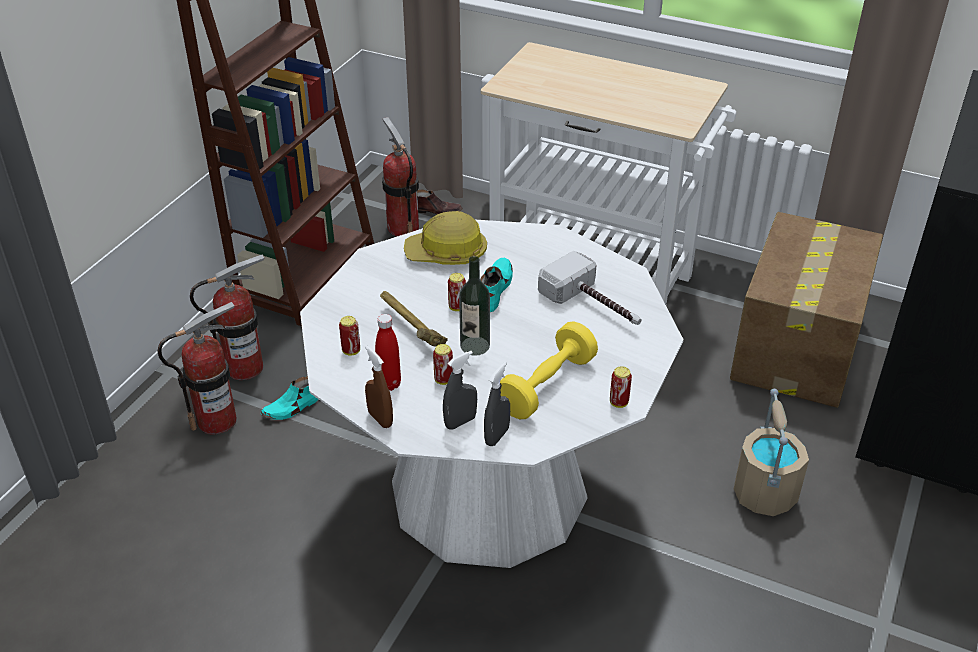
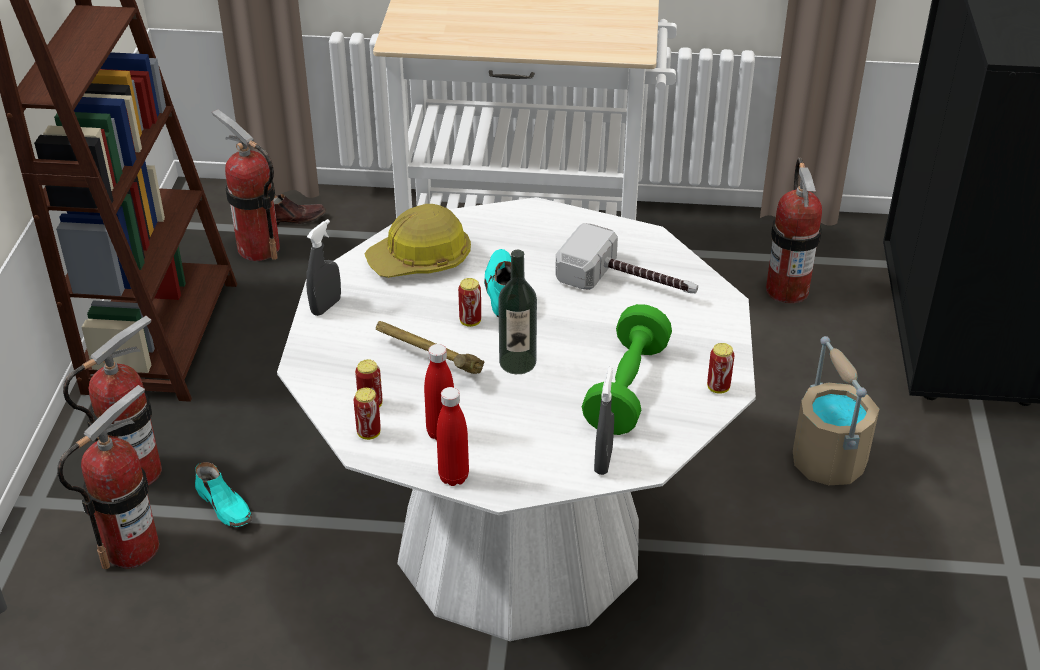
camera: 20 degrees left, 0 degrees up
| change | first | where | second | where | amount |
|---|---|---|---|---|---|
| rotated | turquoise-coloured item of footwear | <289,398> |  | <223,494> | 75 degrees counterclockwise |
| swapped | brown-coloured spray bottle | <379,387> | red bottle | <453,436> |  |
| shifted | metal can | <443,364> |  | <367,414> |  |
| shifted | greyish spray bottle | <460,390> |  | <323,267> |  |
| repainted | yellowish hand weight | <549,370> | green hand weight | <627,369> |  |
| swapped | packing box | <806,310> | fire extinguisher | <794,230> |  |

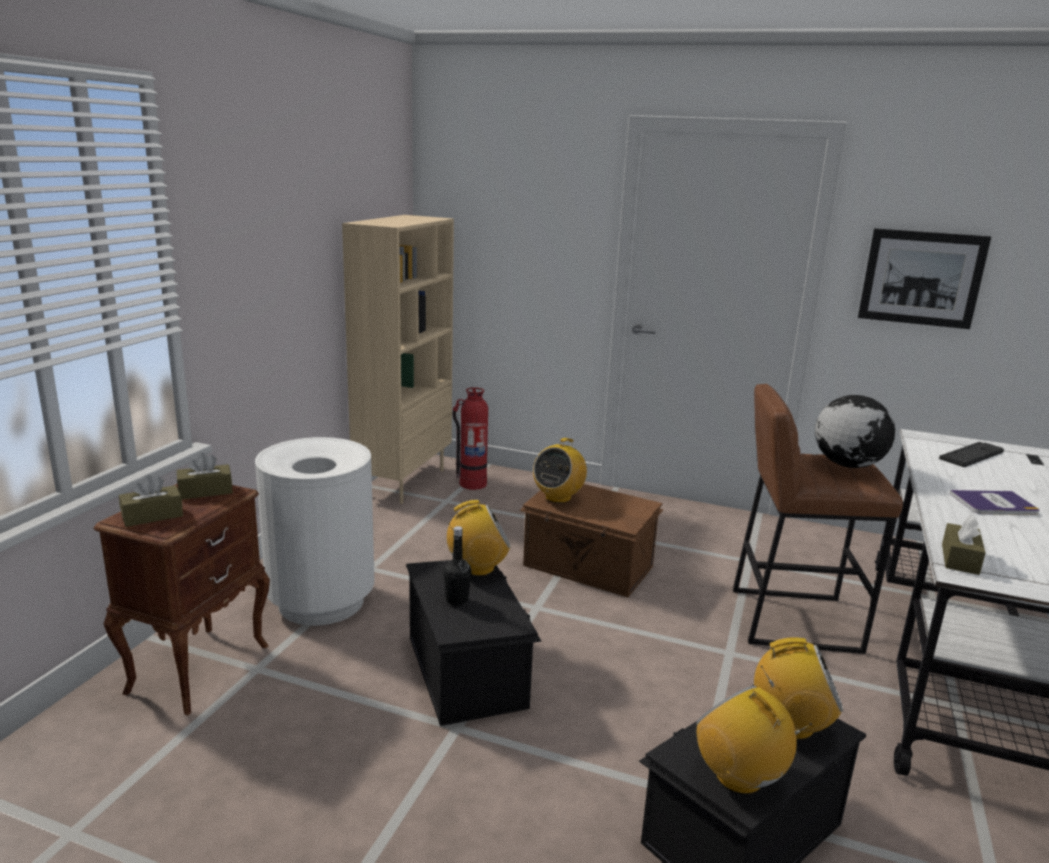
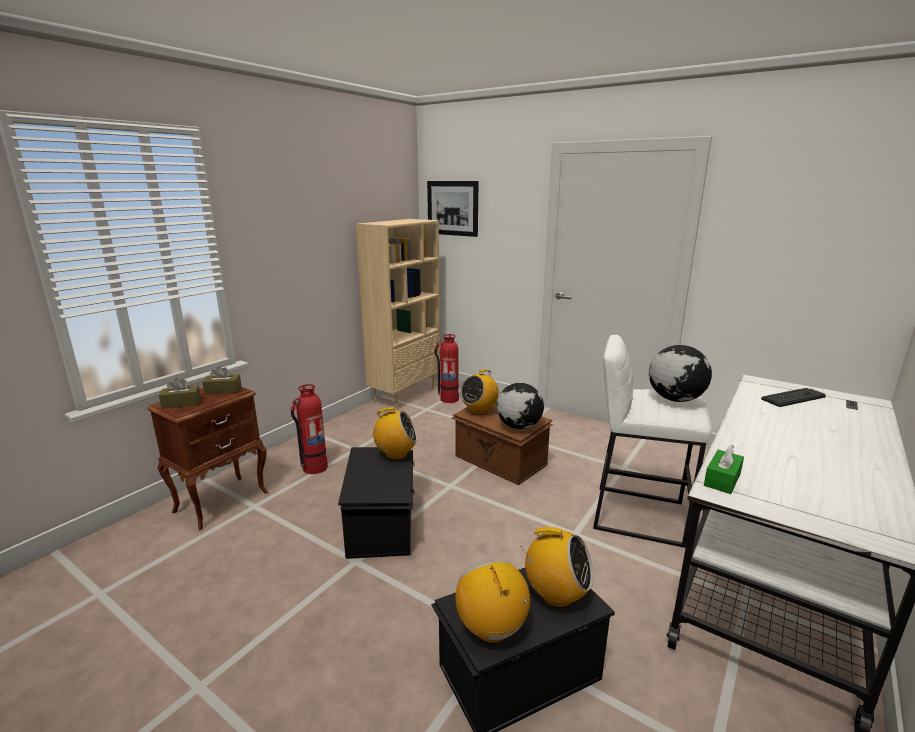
camera: 15 degrees right, 0 degrees up
| change | first | where | second | where | amount |
|---|---|---|---|---|---|
| swapped | white trash can | <314,531> | fire extinguisher | <309,429> |  |
| gone | blackish bottle | <457,566> |  |  |  |
| repainted | brown-coloured sitting stool | <818,519> | white sitting stool | <652,441> |  |
| shifted | wall art | <924,278> |  | <453,209> |  |
| repainted | brown-coloured box of tissues | <963,545> | green box of tissues | <724,469> |  |
| gone | volume | <994,502> |  |  |  |
| new |  |  | desk globe | <520,406> |  |

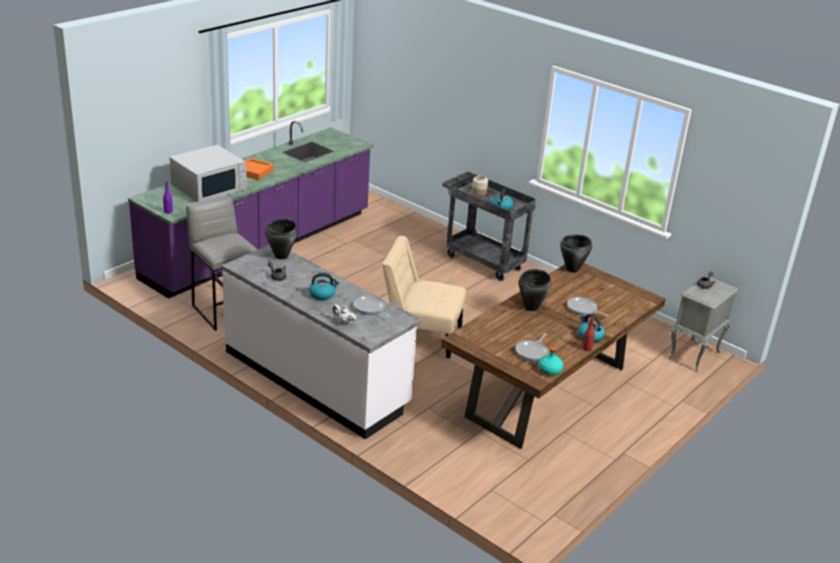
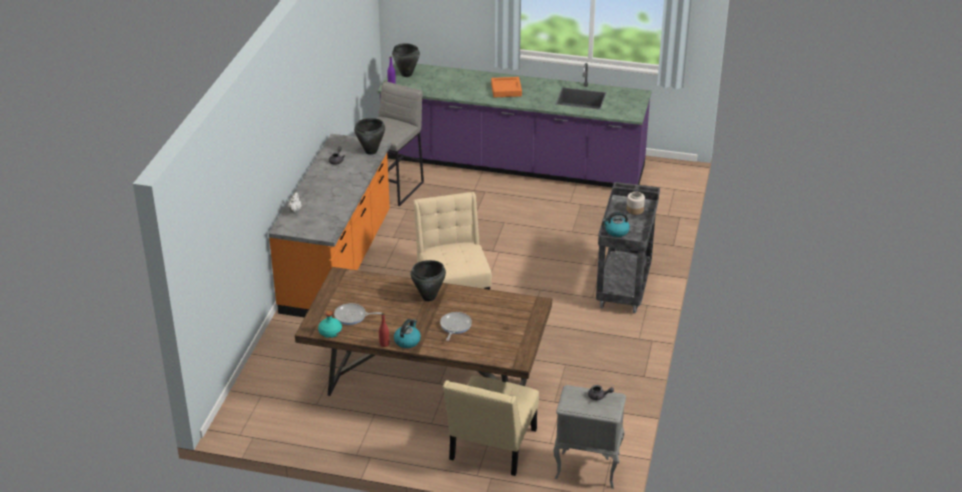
camera: 65 degrees right, 5 degrees up
| change | first | where | second | where | amount |
|---|---|---|---|---|---|
| gone | white microwave | <208,173> |  |  |  |
| repainted | white counter | <321,342> | orange counter | <329,225> |  |
| gone | water kettle | <324,286> |  |  |  |
| gone | skillet | <372,306> |  |  |  |
| shifted | blackish saucepot | <576,254> |  | <406,60> |  |
| new |  |  | sand-coloured upright chair | <491,426> |  |

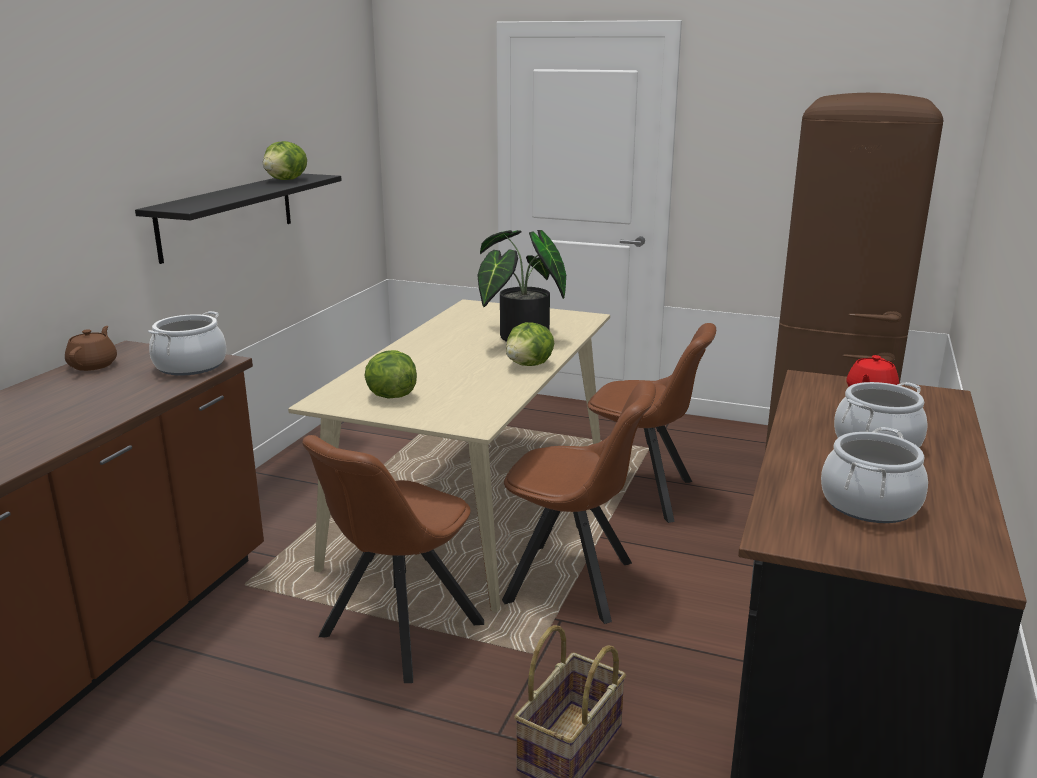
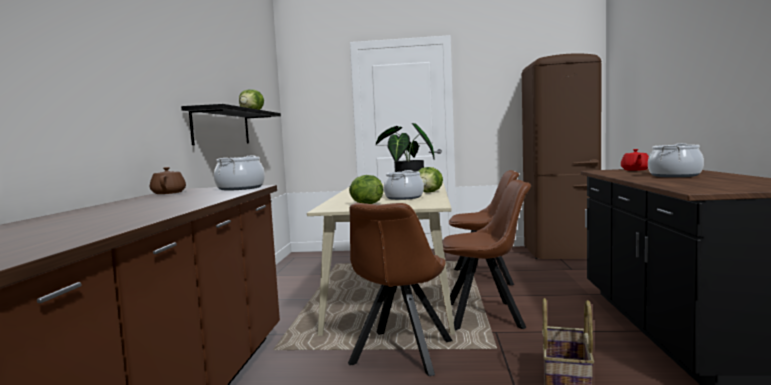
camera: 15 degrees left, 15 degrees down
| change | first | where | second | where | amount |
|---|---|---|---|---|---|
| shifted | saucepot | <874,475> |  | <404,185> |  |

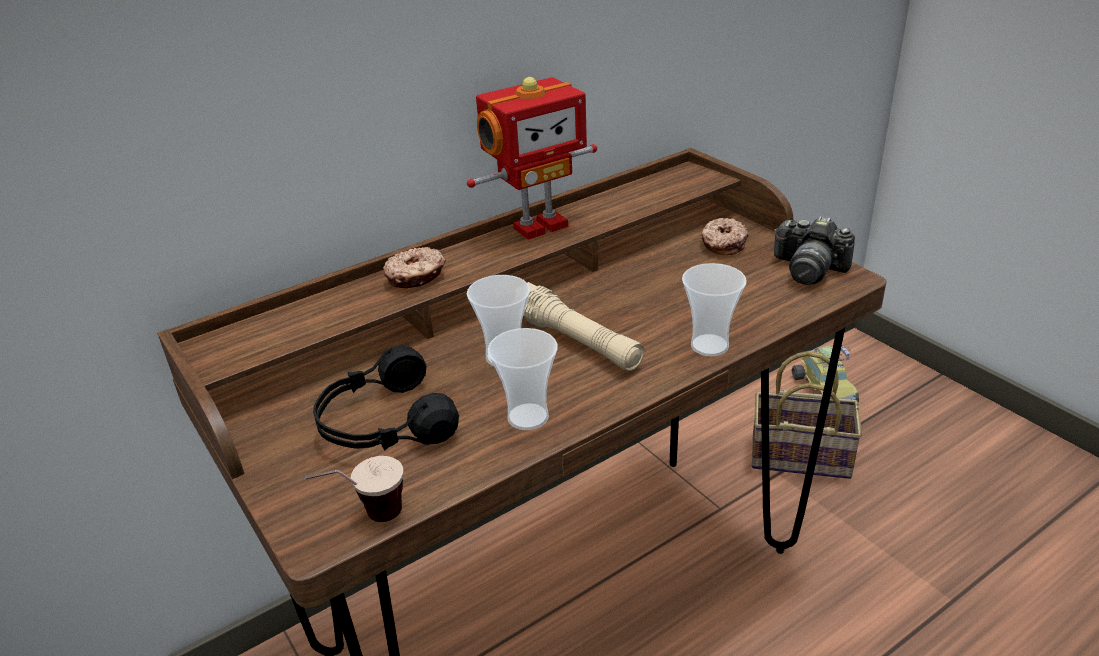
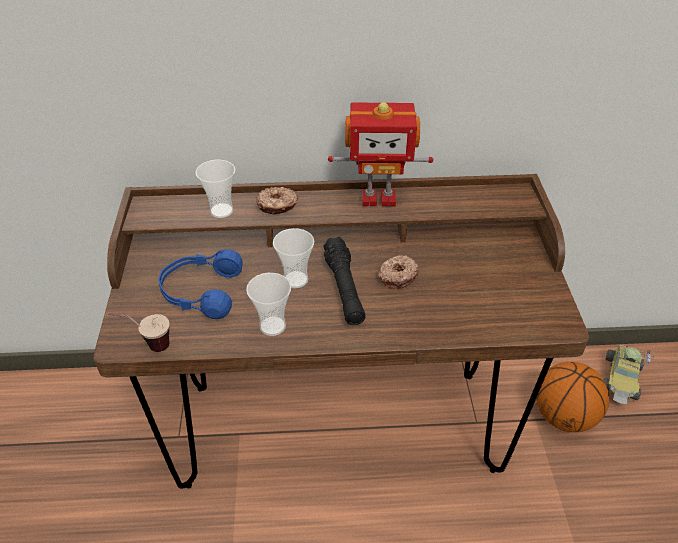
camera: 30 degrees right, 10 degrees up
| change | first | where | second | where | amount |
|---|---|---|---|---|---|
| repainted | blackish headset | <386,398> | blue-coloured headset | <200,284> |  |
| repainted | sand-coloured flashlight | <583,326> | blackish flashlight | <344,281> |  |
| shifted | cup | <714,310> |  | <215,189> |  |
| shifted | donut | <725,236> |  | <398,272> |  |
| swapped | storage basket | <807,415> | basketball ball | <572,397> |  |
| gone | photo camera | <814,250> |  |  |  |

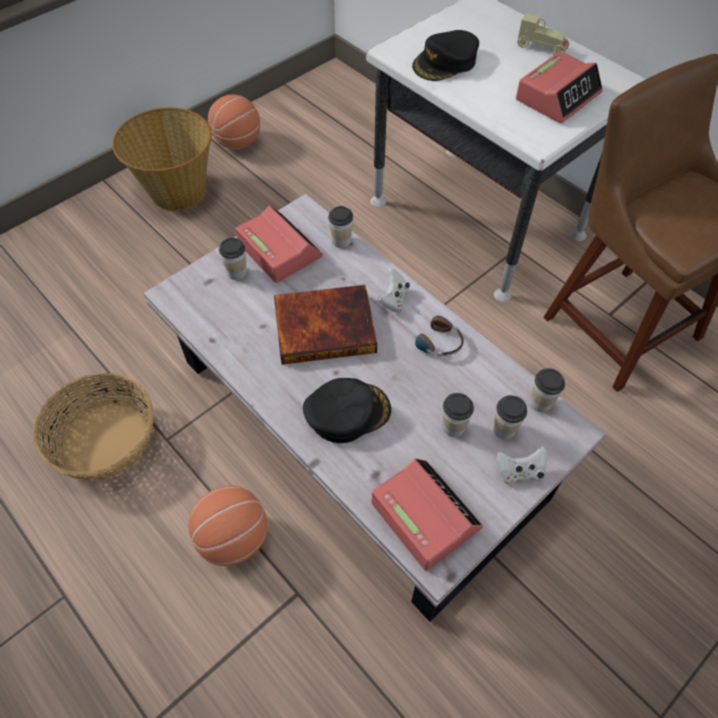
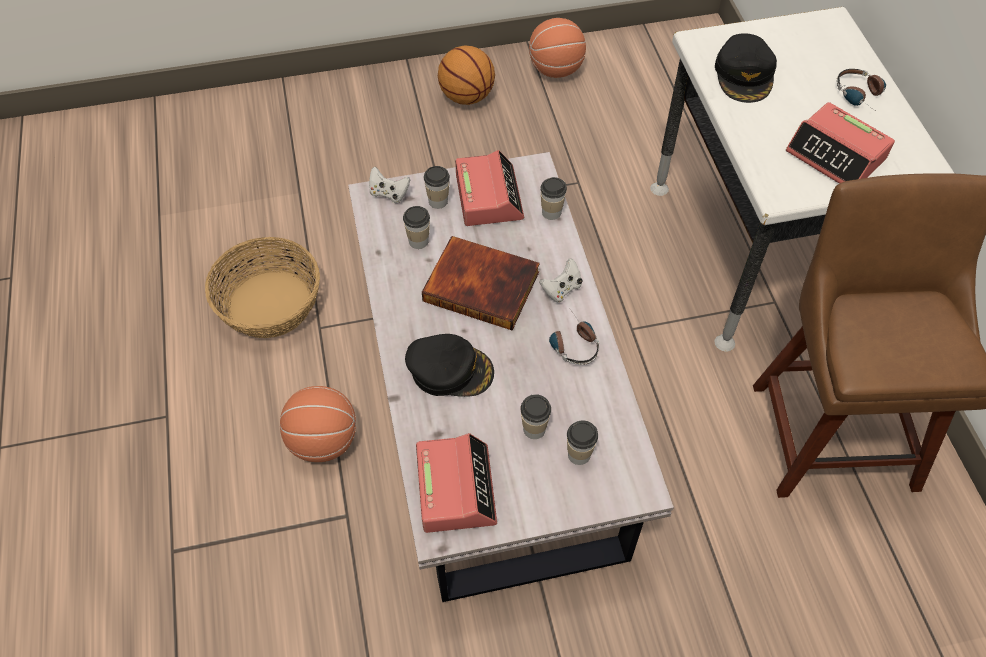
camera: 30 degrees right, 0 degrees up
| change | first | where | second | where | amount |
|---|---|---|---|---|---|
| swapped | storage basket | <162,159> | basketball ball | <466,75> |  |
| rotated | blackish peaked cap | <445,55> |  | <746,68> | 75 degrees counterclockwise |
| shifted | white gamepad | <522,465> |  | <389,185> |  |
| rotated | alarm clock | <559,87> |  | <840,143> | 60 degrees clockwise |
| swapped | sand-coloured model car | <543,34> | headset | <861,91> |  |
| shifted | cup | <547,390> |  | <416,227> |  |

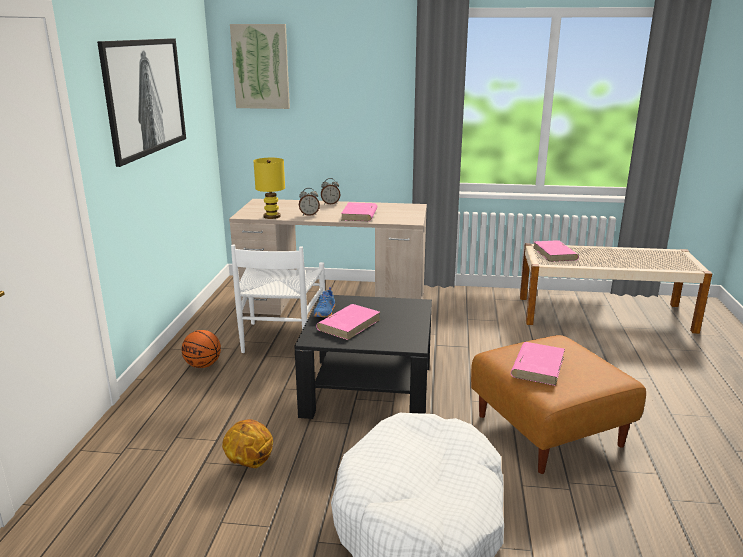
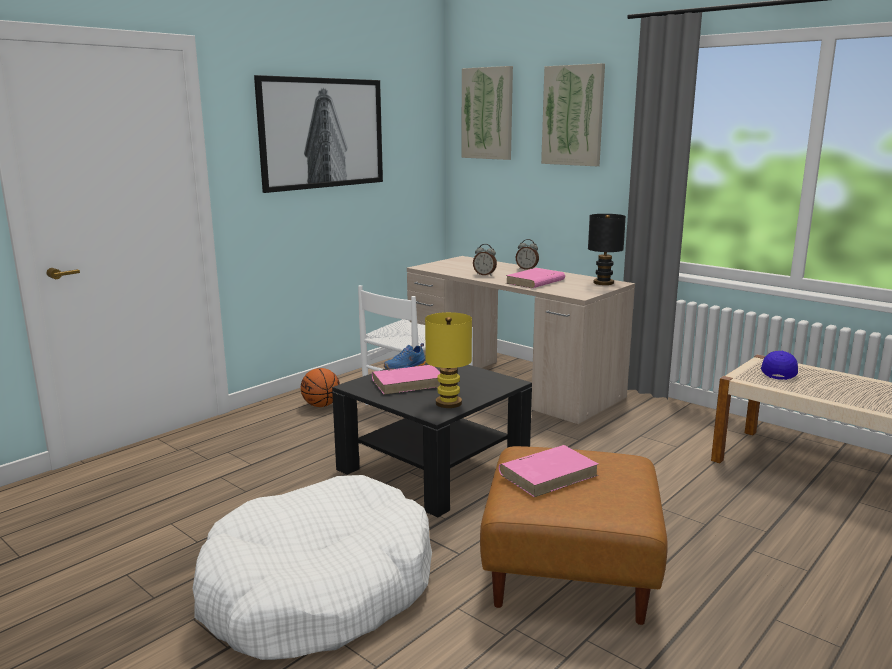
camera: 35 degrees right, 5 degrees down
| change | first | where | second | where | amount |
|---|---|---|---|---|---|
| gone | basketball ball | <247,443> |  |  |  |
| shifted | yellowish tabletop lamp | <269,188> |  | <448,360> |  |
| swapped | pink volume | <556,251> | blue-coloured peaked cap | <779,365> |  |
| new |  |  | wall art | <573,114> |  |
| new |  |  | blackish tabletop lamp | <607,249> |  |

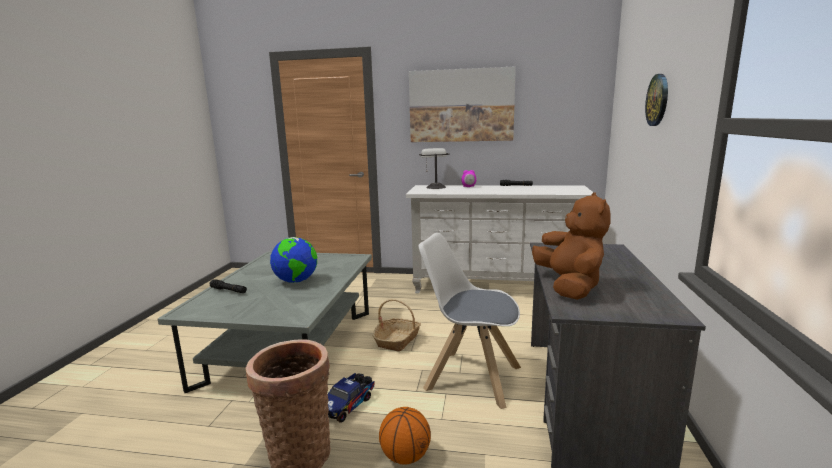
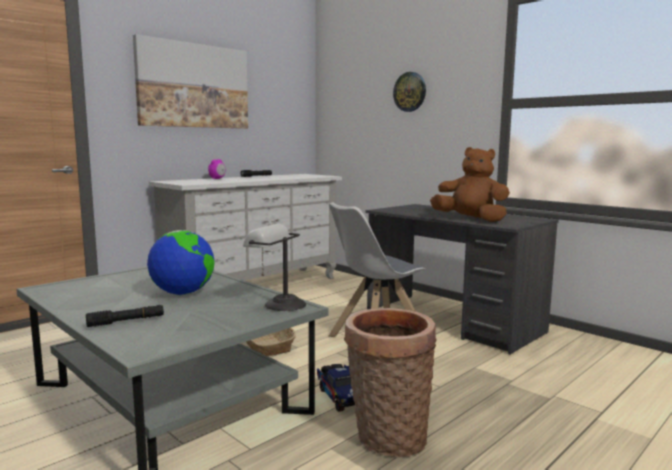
camera: 55 degrees left, 5 degrees down
| change | first | where | second | where | amount |
|---|---|---|---|---|---|
| gone | basketball ball | <405,436> |  |  |  |
| shifted | tabletop lamp | <434,168> |  | <274,267> |  |

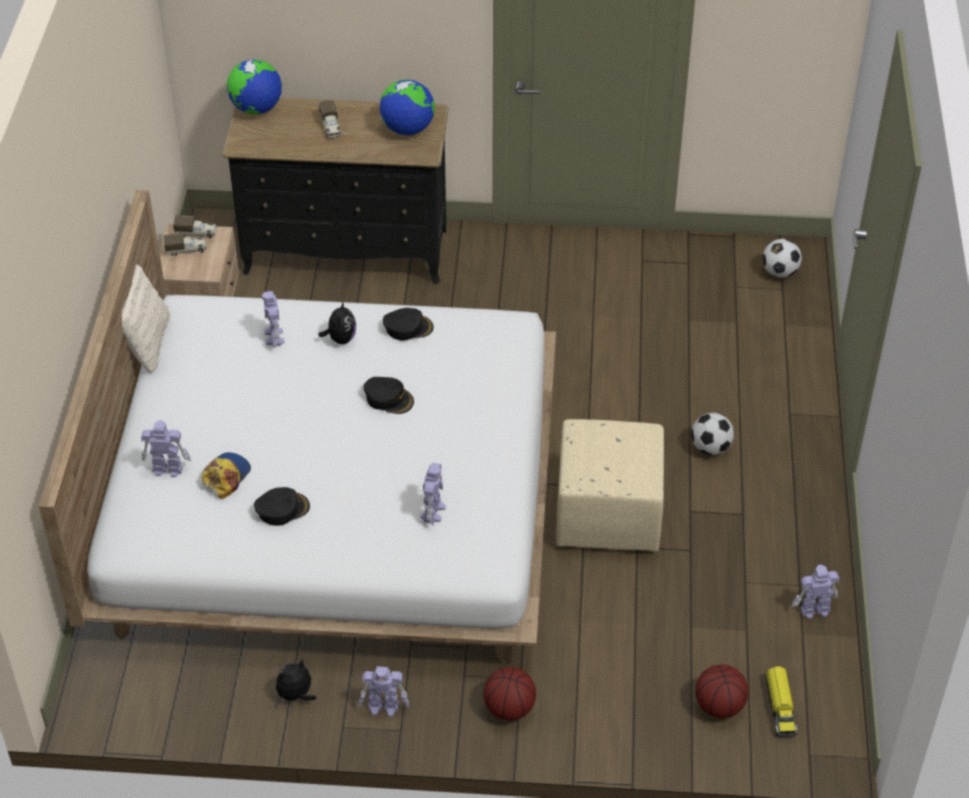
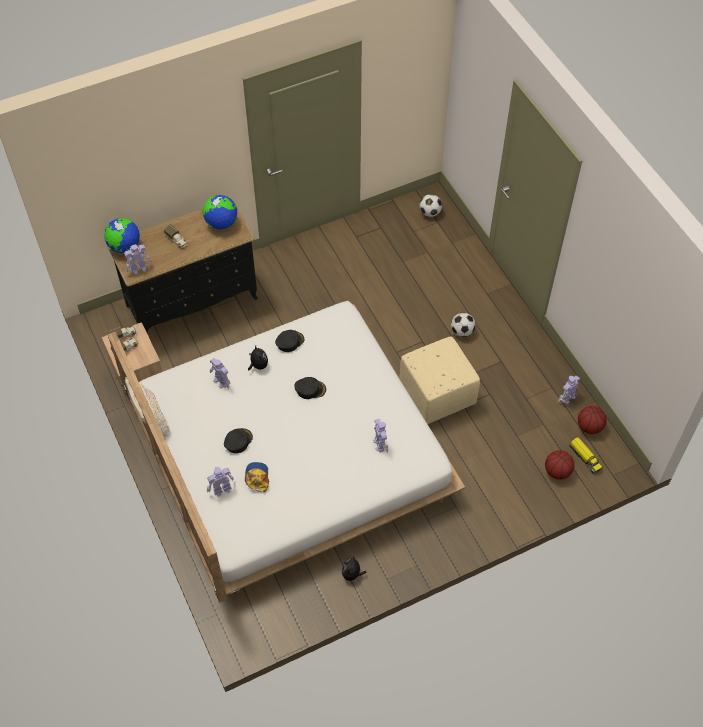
camera: 30 degrees left, 10 degrees up
| change | first | where | second | where | amount |
|---|---|---|---|---|---|
| shifted | blackish peaked cap | <282,506> |  | <238,440> |  |
| shifted | robot figure | <383,691> |  | <138,259> |  |
| shifted | basketball ball | <509,694> |  | <592,420> |  |

